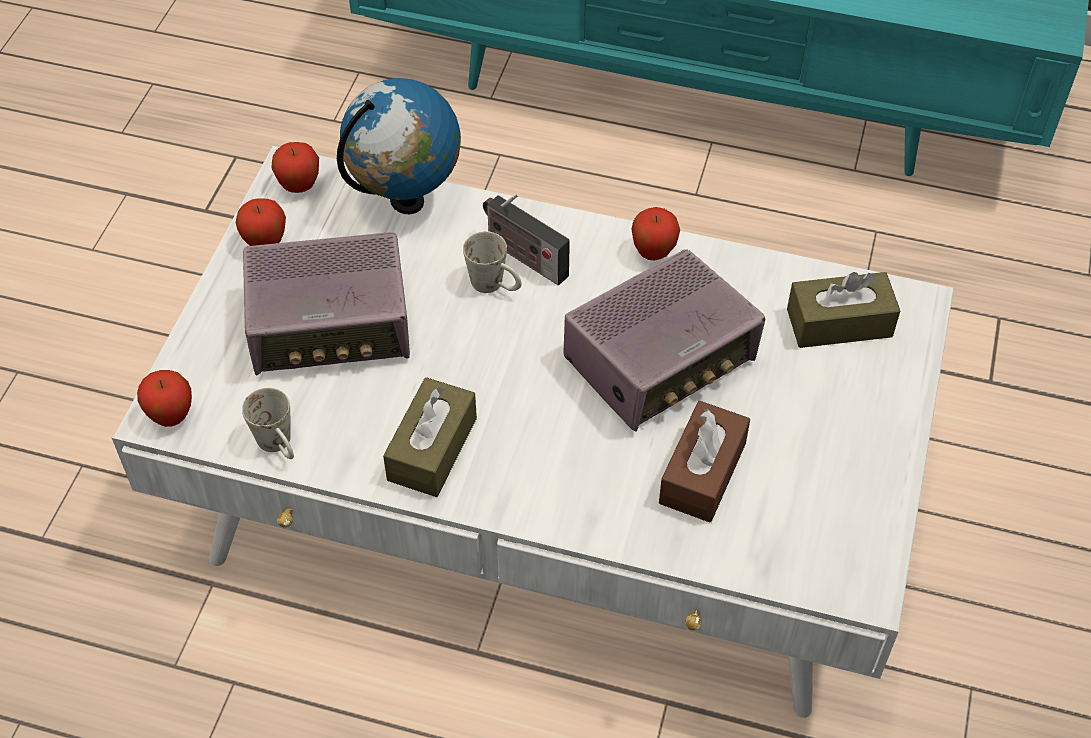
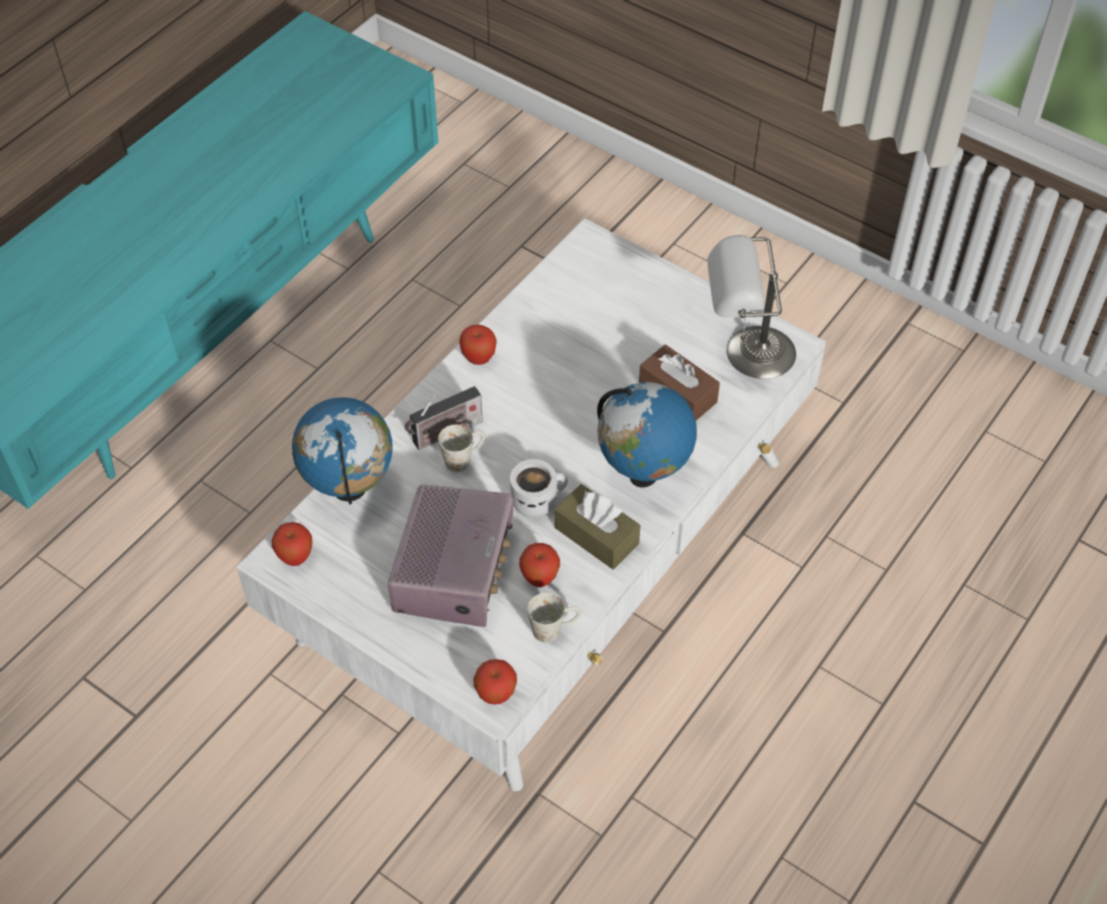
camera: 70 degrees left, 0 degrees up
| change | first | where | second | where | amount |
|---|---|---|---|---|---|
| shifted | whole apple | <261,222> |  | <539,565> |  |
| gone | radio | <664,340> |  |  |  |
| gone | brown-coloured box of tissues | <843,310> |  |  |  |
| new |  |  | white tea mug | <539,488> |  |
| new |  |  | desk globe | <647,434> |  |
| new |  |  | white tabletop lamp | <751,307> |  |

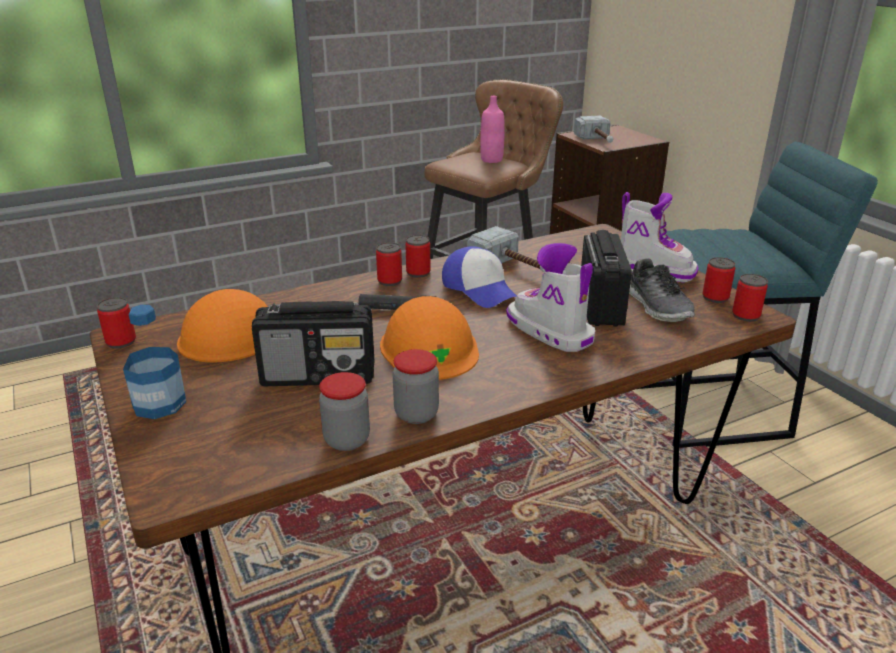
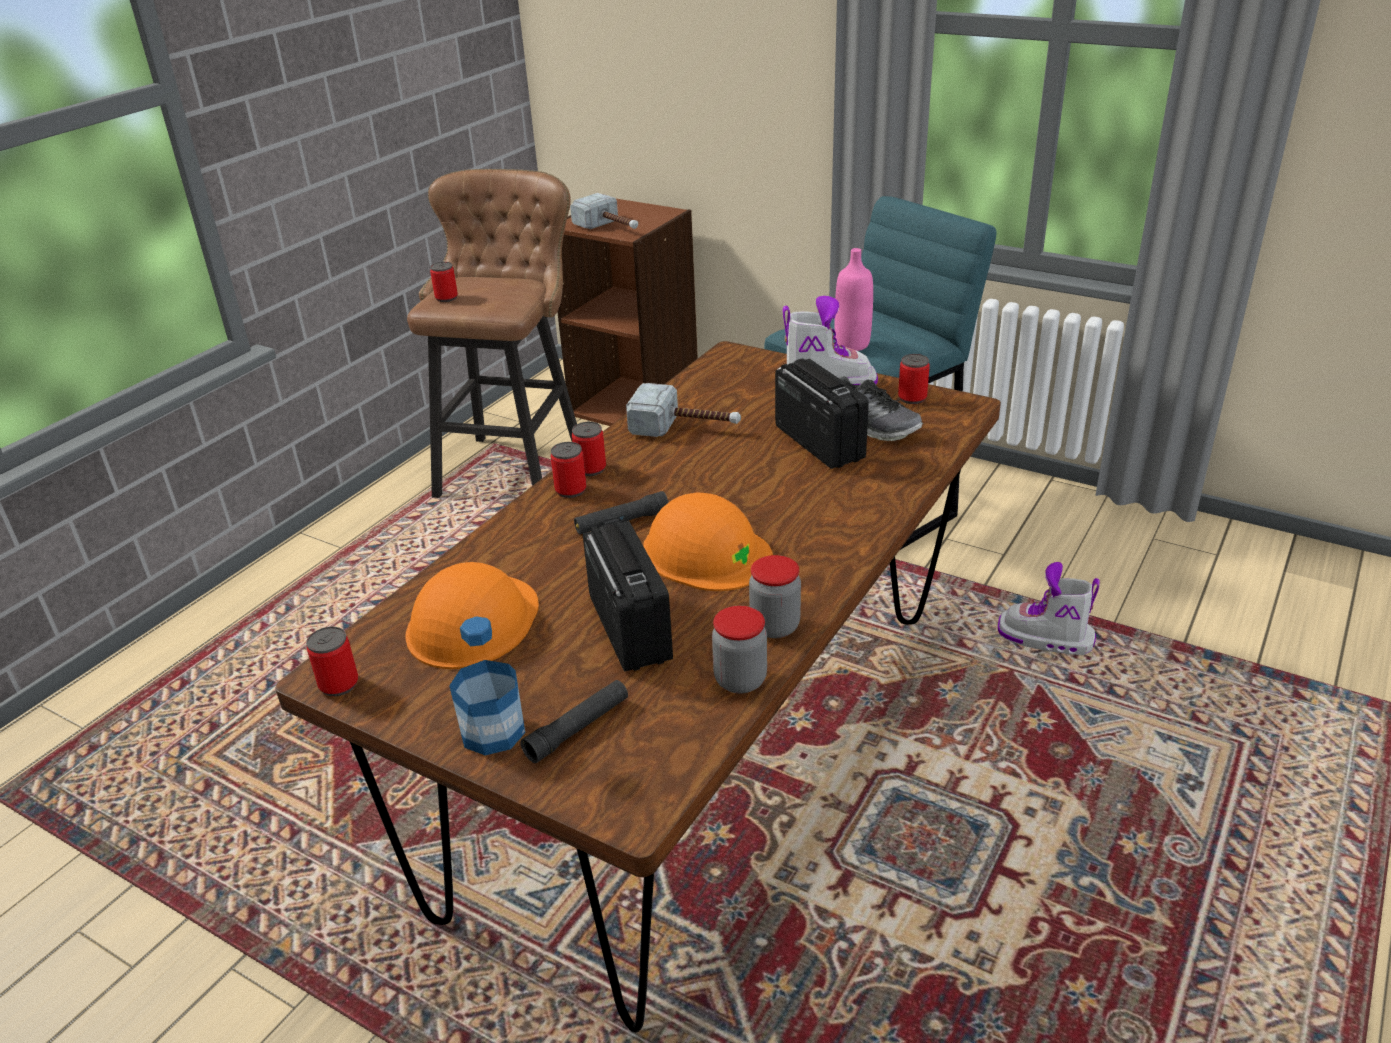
camera: 30 degrees left, 5 degrees up
| change | first | where | second | where | amount |
|---|---|---|---|---|---|
| rotated | radio | <313,343> |  | <628,596> | 75 degrees counterclockwise |
| gone | peaked cap | <479,277> |  |  |  |
| shifted | pink bottle | <492,129> |  | <854,299> |  |
| shifted | tall boot | <550,297> |  | <1049,608> |  |
| shifted | metal can | <750,298> |  | <444,282> |  |
| new |  |  | blackish flashlight | <574,721> |  |

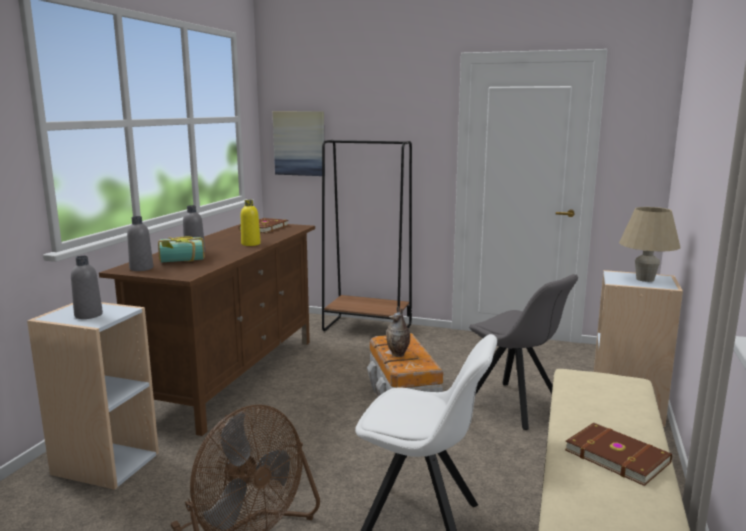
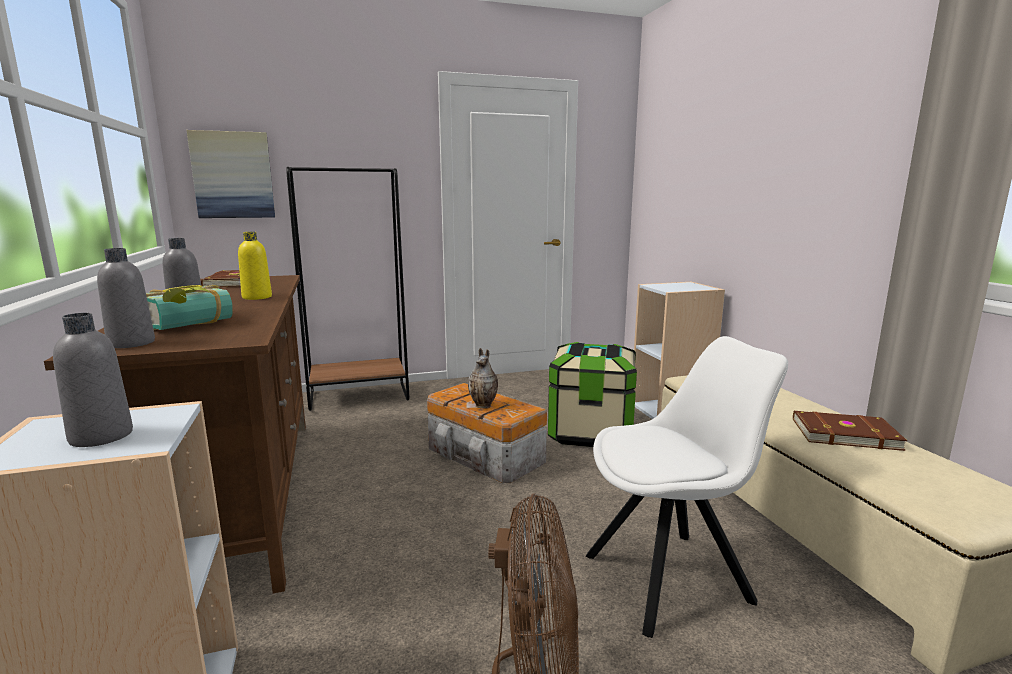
camera: 35 degrees left, 0 degrees up
| change | first | where | second | where | amount |
|---|---|---|---|---|---|
| swapped | greyish upright chair | <523,352> | storage container | <592,394> |  |
| gone | sand-coloured tabletop lamp | <649,244> |  |  |  |

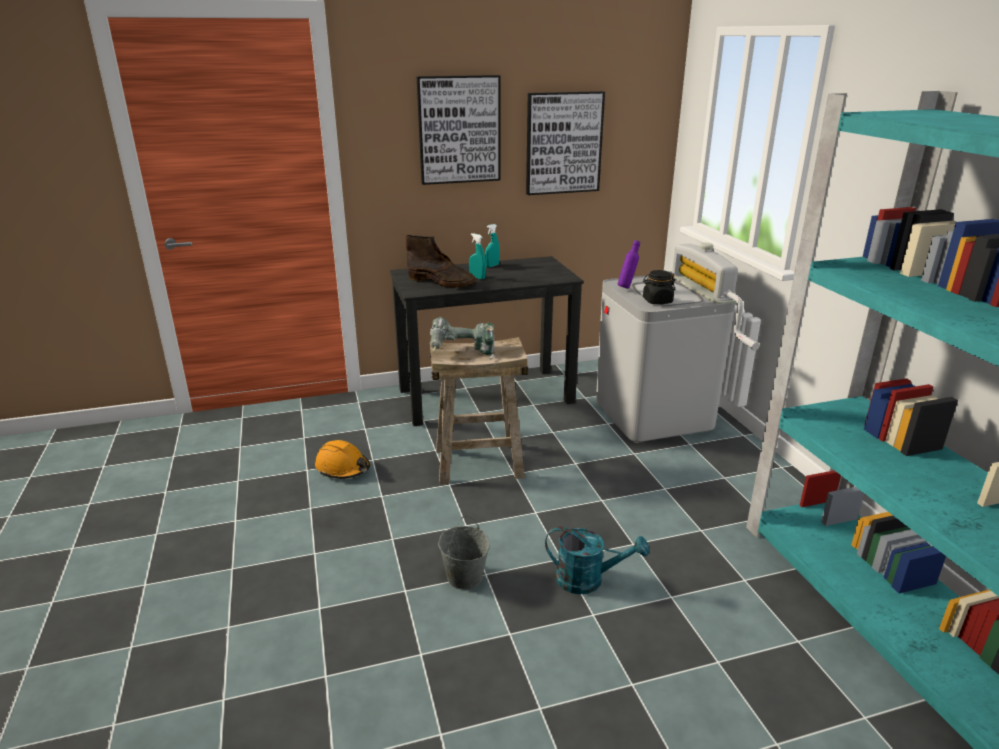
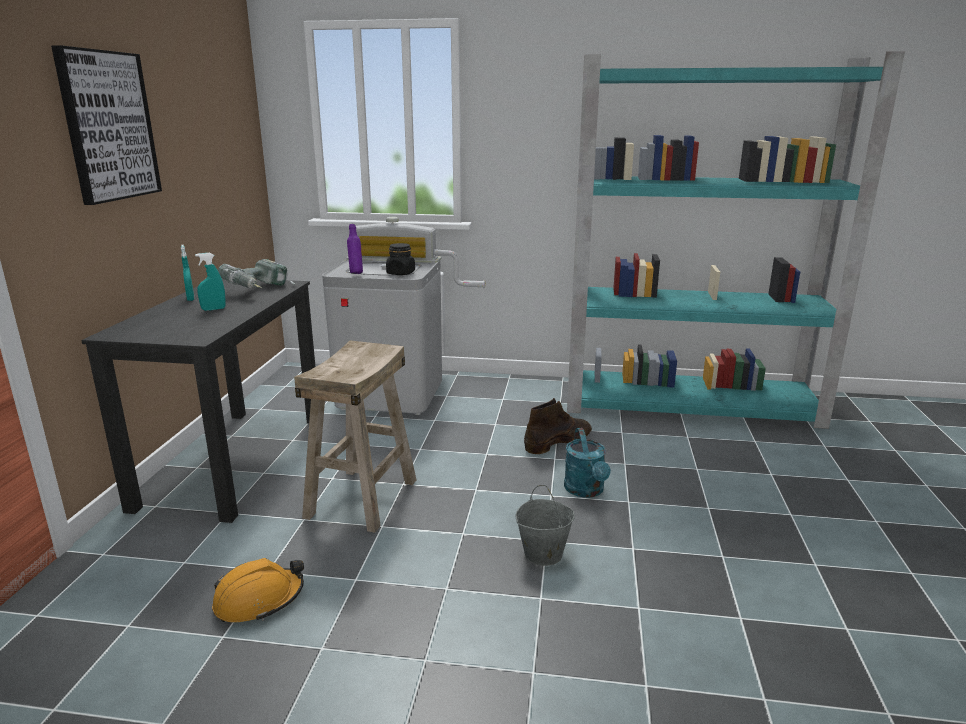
camera: 65 degrees left, 5 degrees down
| change | first | where | second | where | amount |
|---|---|---|---|---|---|
| shifted | brown-coloured tall boot | <441,261> |  | <558,426> |  |
| shifted | power drill | <462,338> |  | <256,273> |  |
| gone | wall art | <565,143> |  |  |  |
| rotated | turquoise-coloured watering pot | <597,560> |  | <587,463> | 135 degrees clockwise |

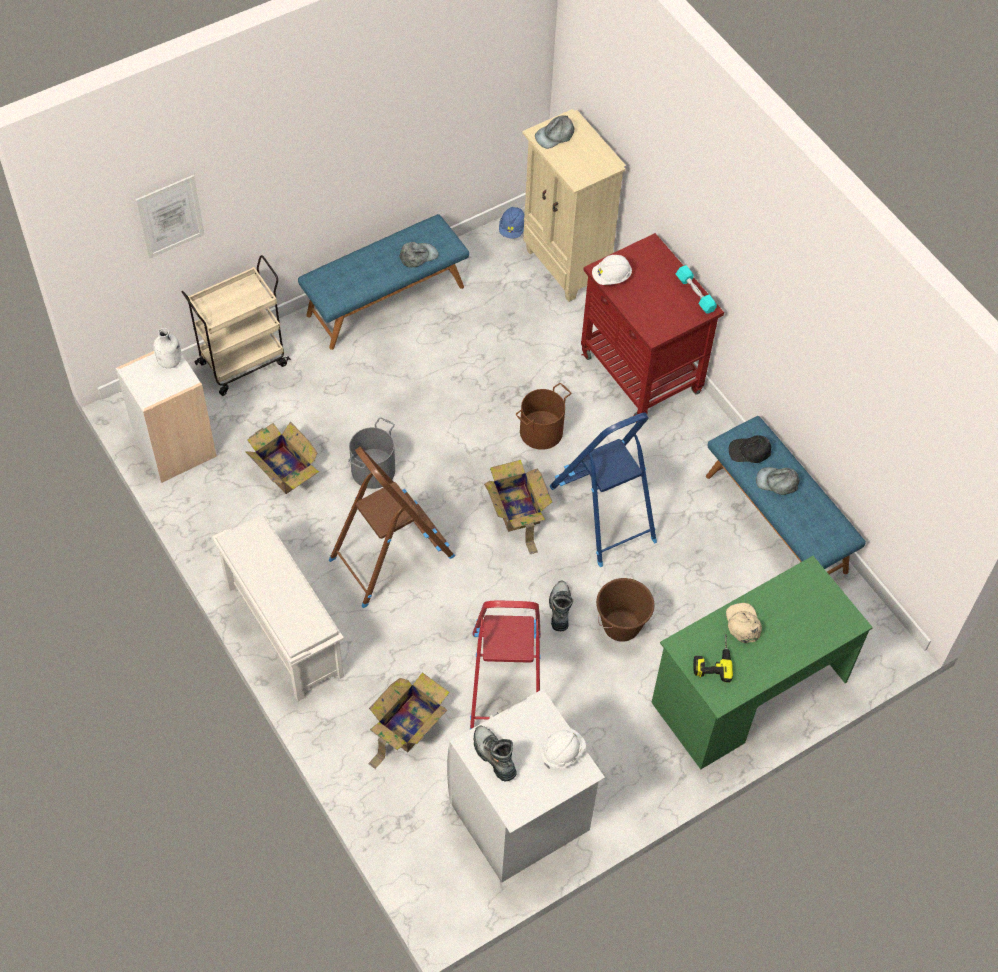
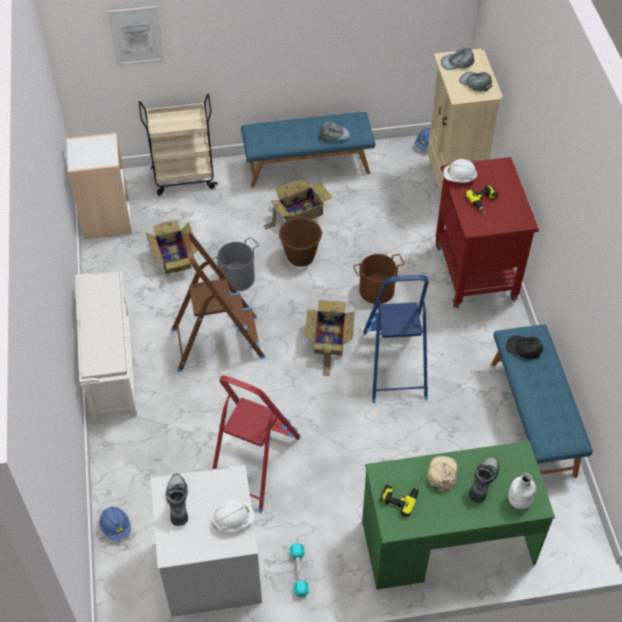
camera: 25 degrees right, 5 degrees down
| change | first | where | second | where | amount |
|---|---|---|---|---|---|
| shifted | white bottle | <167,348> |  | <522,491> |  |
| shifted | packing box | <409,720> |  | <297,205> |  |
| shifted | tall boot | <561,606> |  | <484,479> |  |
| shifted | brown-coloured pail | <625,610> |  | <300,242> |  |
| shifted | turquoise-coloured hand weight | <696,289> |  | <299,570> |  |
| shifted | greyish peaked cap | <778,481> |  | <475,81> |  |
| new |  |  | blue-coloured work helmet | <115,524> |  |
| new |  |  | power drill | <481,201> |  |

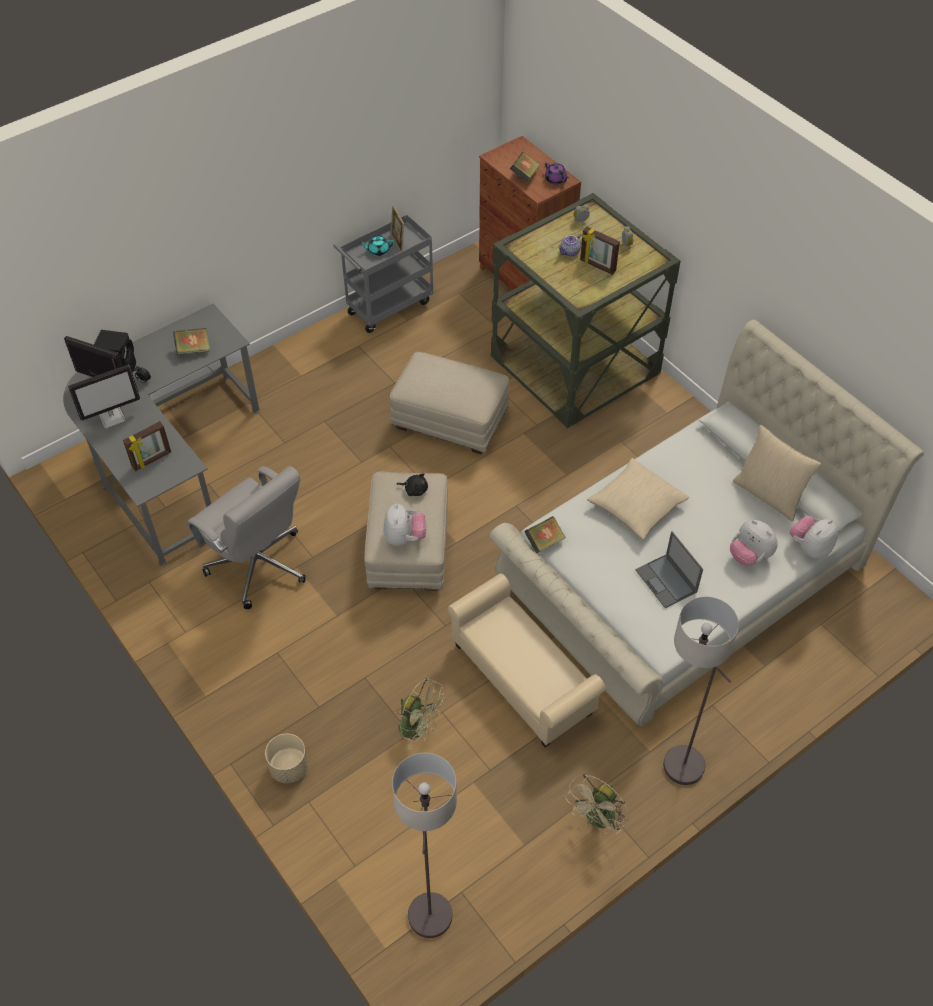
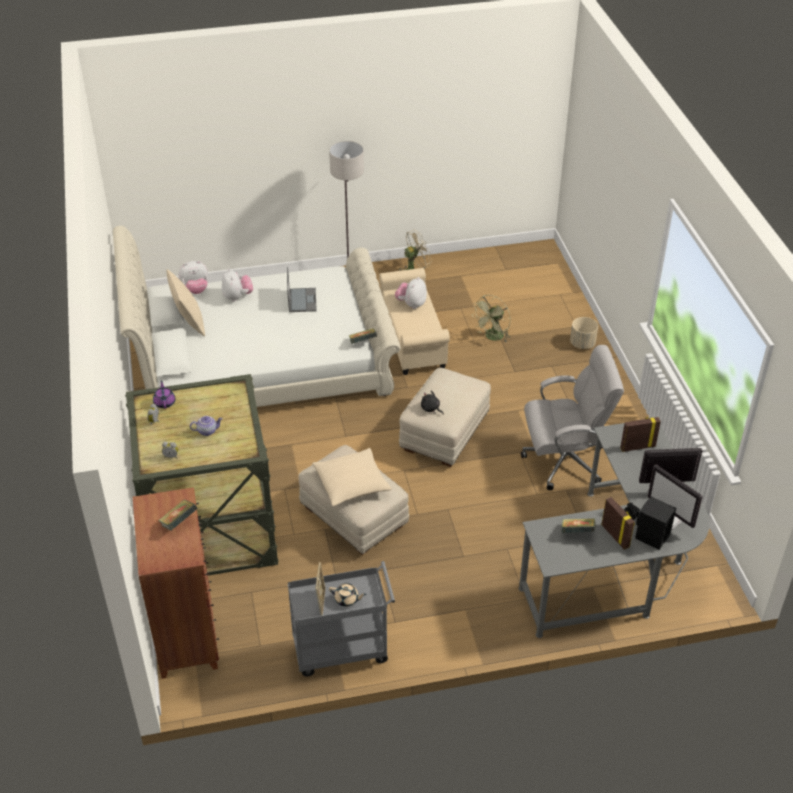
camera: 155 degrees left, 10 degrees down
| change | first | where | second | where | amount |
|---|---|---|---|---|---|
| rotated | greyish computer chair | <246,537> |  | <572,417> | 105 degrees clockwise |
| repainted | turquoise-coloured pot for tea | <377,246> | sand-coloured pot for tea | <347,595> |  |
| shifted | cuddly toy | <404,524> |  | <411,293> |  |
| gone | greyish standing lamp | <424,845> |  |  |  |
| rotated | green fan | <421,714> |  | <491,319> | 105 degrees counterclockwise |
| shifted | purple-coloured pot for tea | <557,173> |  | <164,394> |  |
| shifted | standing frame | <600,251> |  | <618,523> |  |
| shifted | sand-coloured throw pillow | <638,499> |  | <352,477> |  |

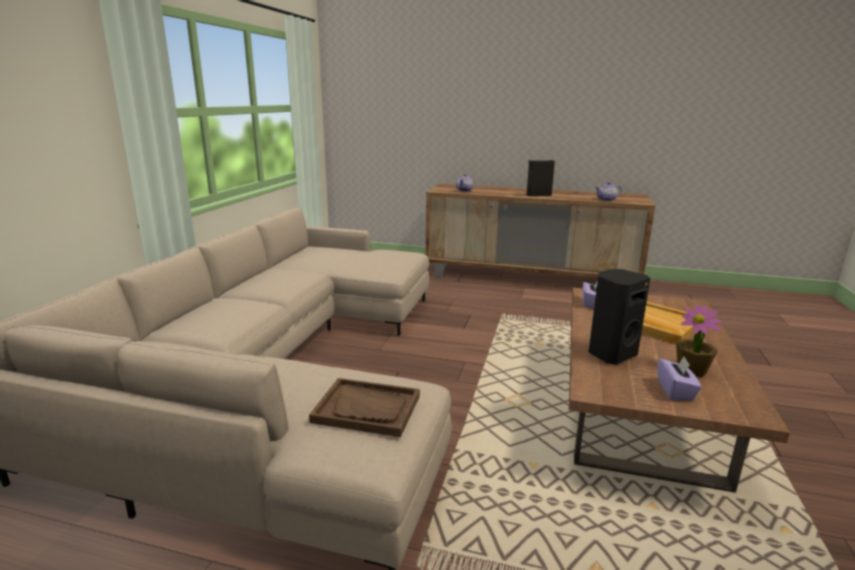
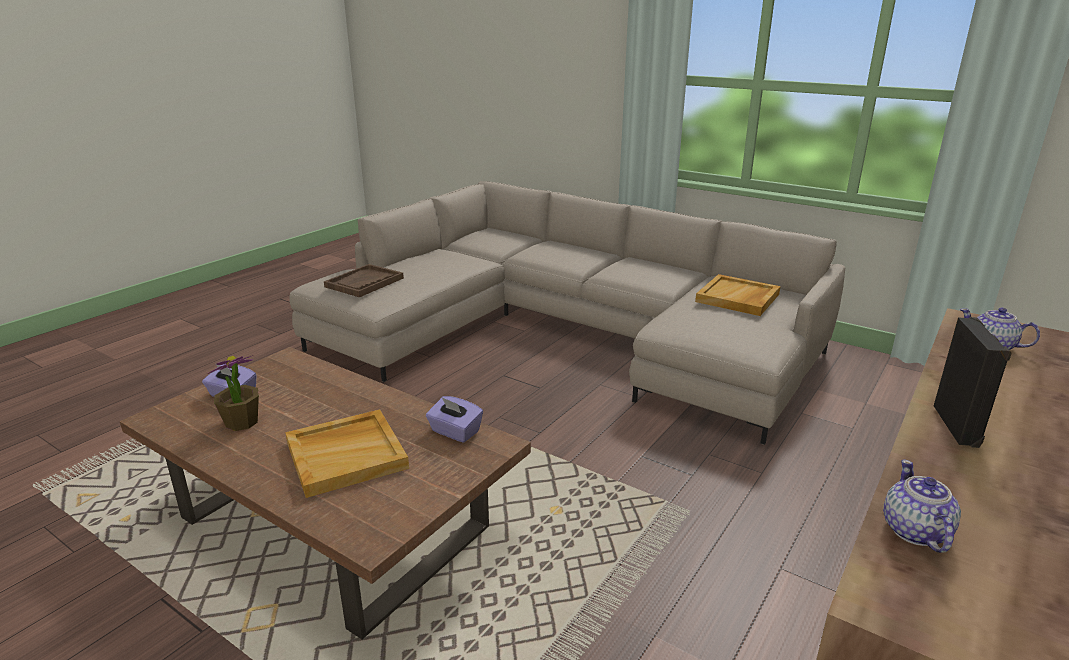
camera: 110 degrees right, 5 degrees up
| change | first | where | second | where | amount |
|---|---|---|---|---|---|
| gone | blackish loudspeaker | <619,317> |  |  |  |
| new |  |  | sand-coloured carrying tray | <737,295> |  |

